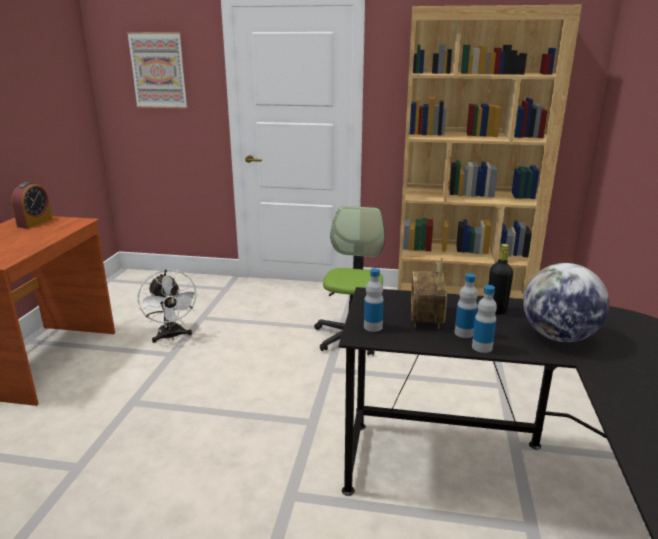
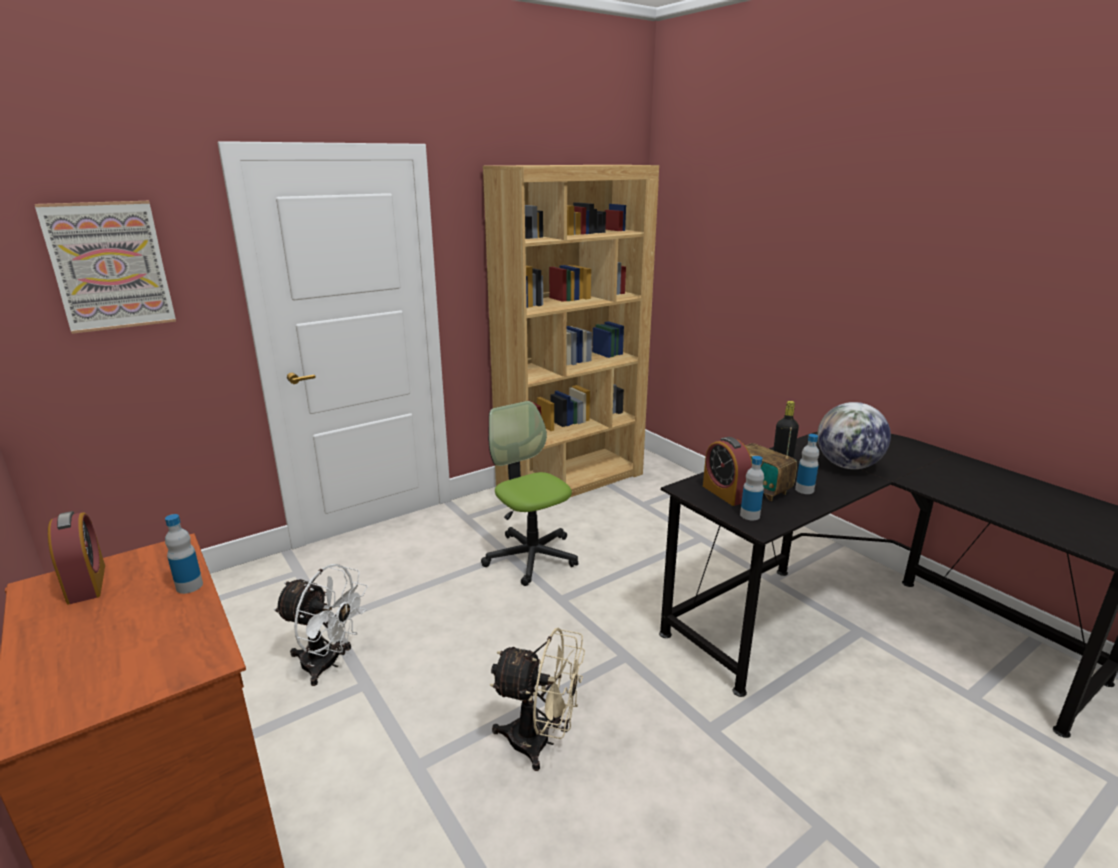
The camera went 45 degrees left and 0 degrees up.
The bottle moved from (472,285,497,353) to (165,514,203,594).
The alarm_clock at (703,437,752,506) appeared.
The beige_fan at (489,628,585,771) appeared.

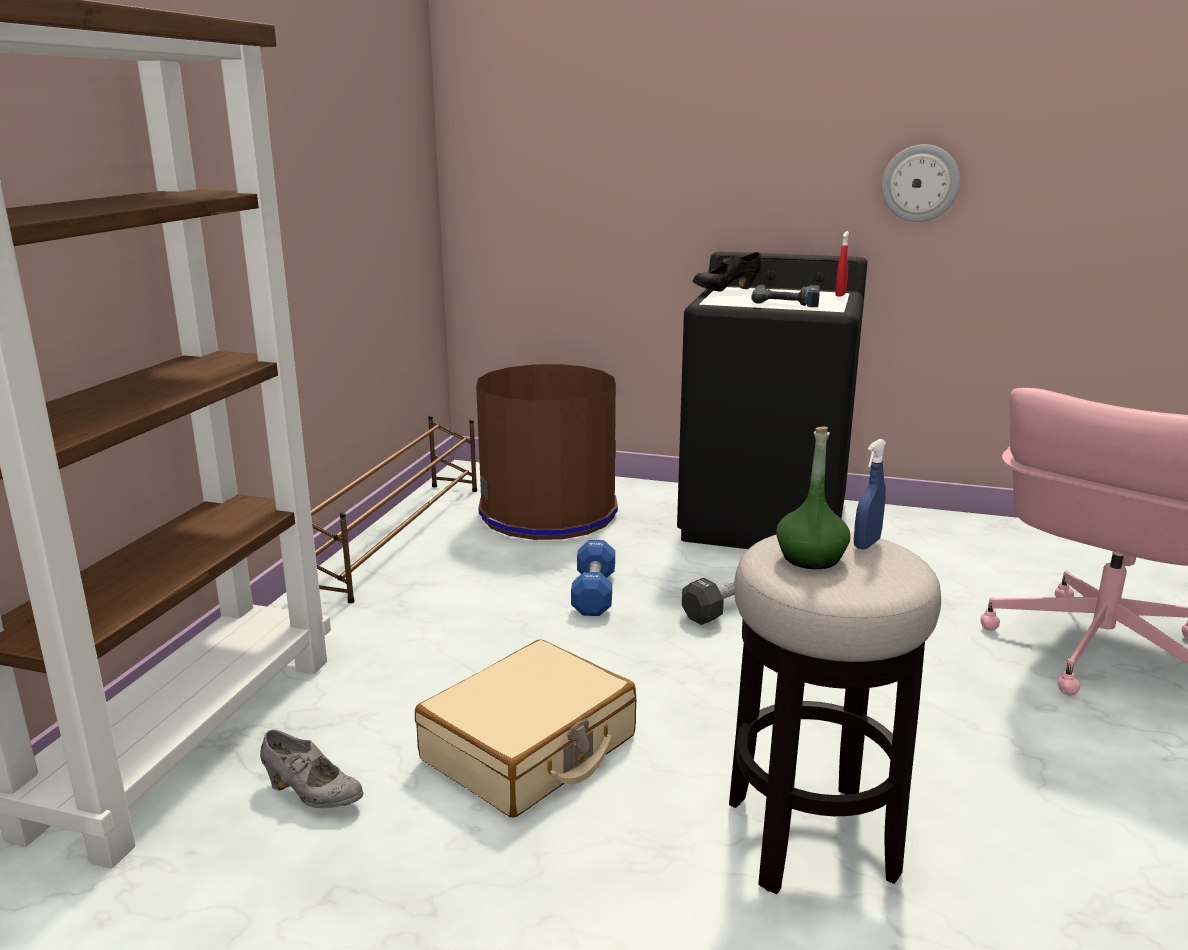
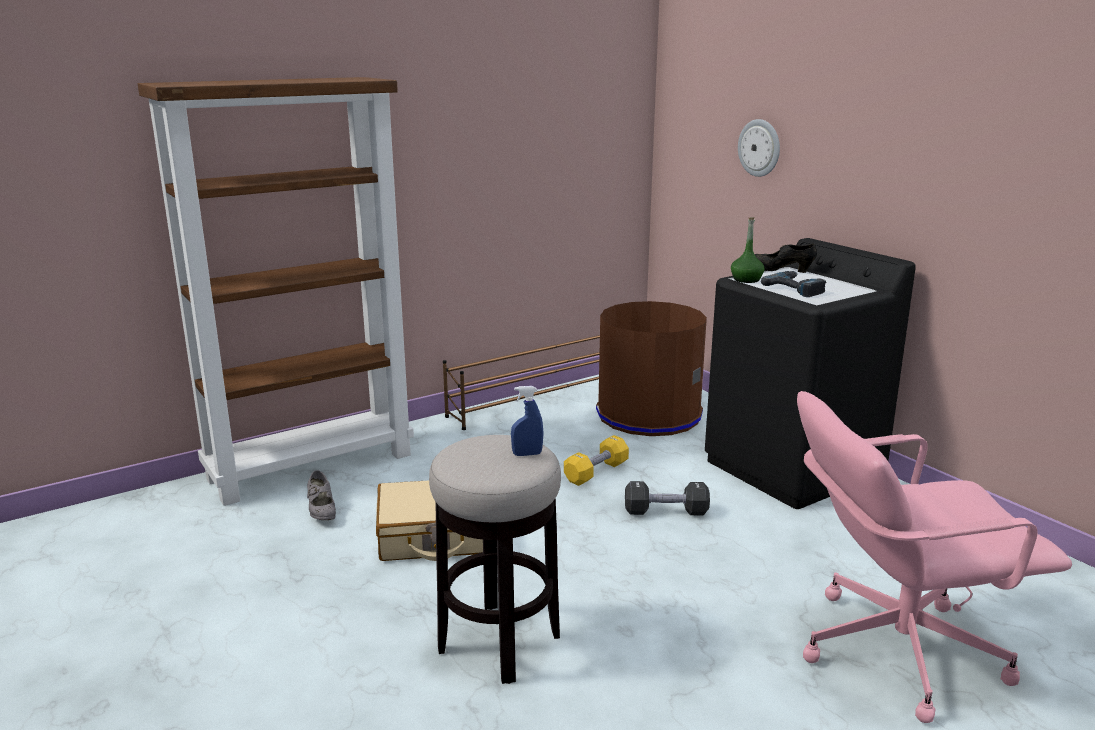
The camera went 40 degrees right and 0 degrees up.
The wall_clock moved from (881,144,960,222) to (738,119,780,177).
The red_spray_bottle at (835,231,849,297) disappeared.
The green_bottle moved from (776,426,850,569) to (731,217,765,283).
The blue_dumbbell at (571,540,615,616) became the yellow_dumbbell at (564,435,629,486).

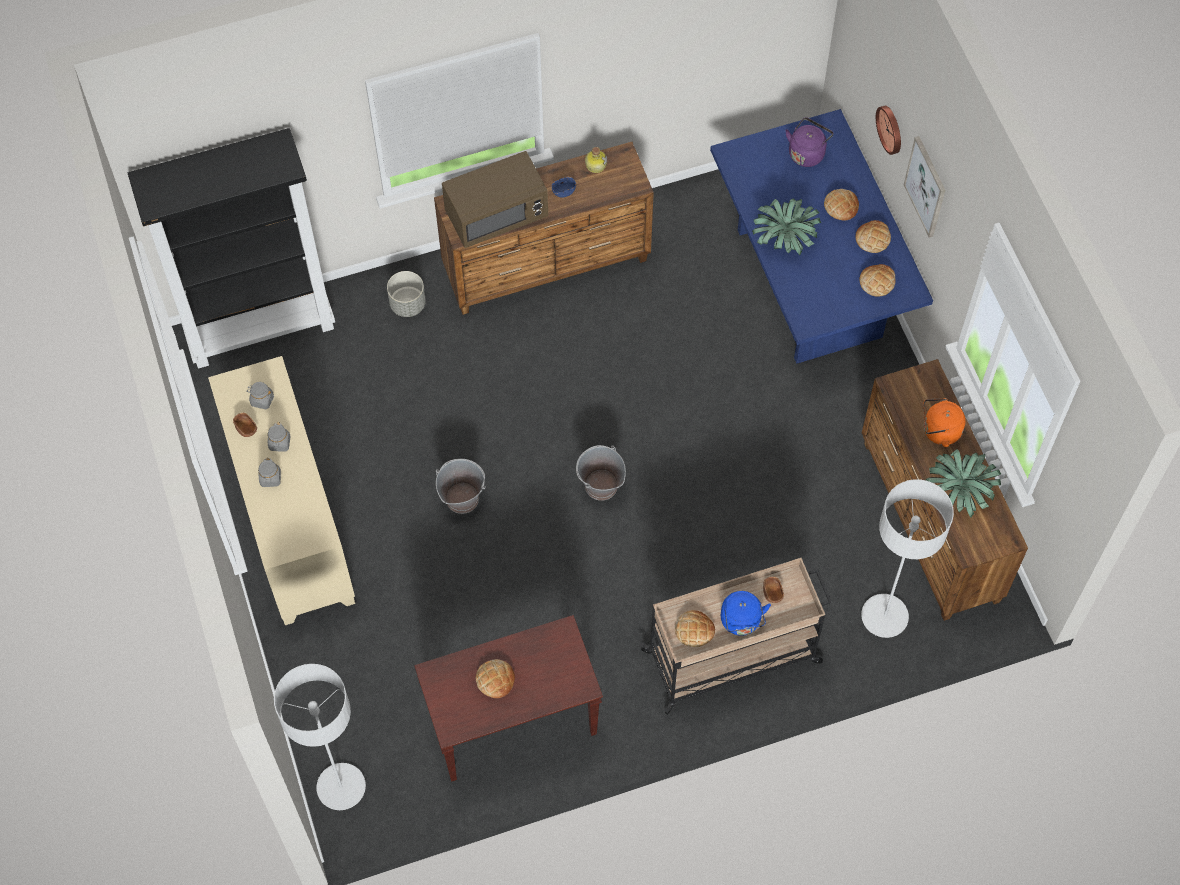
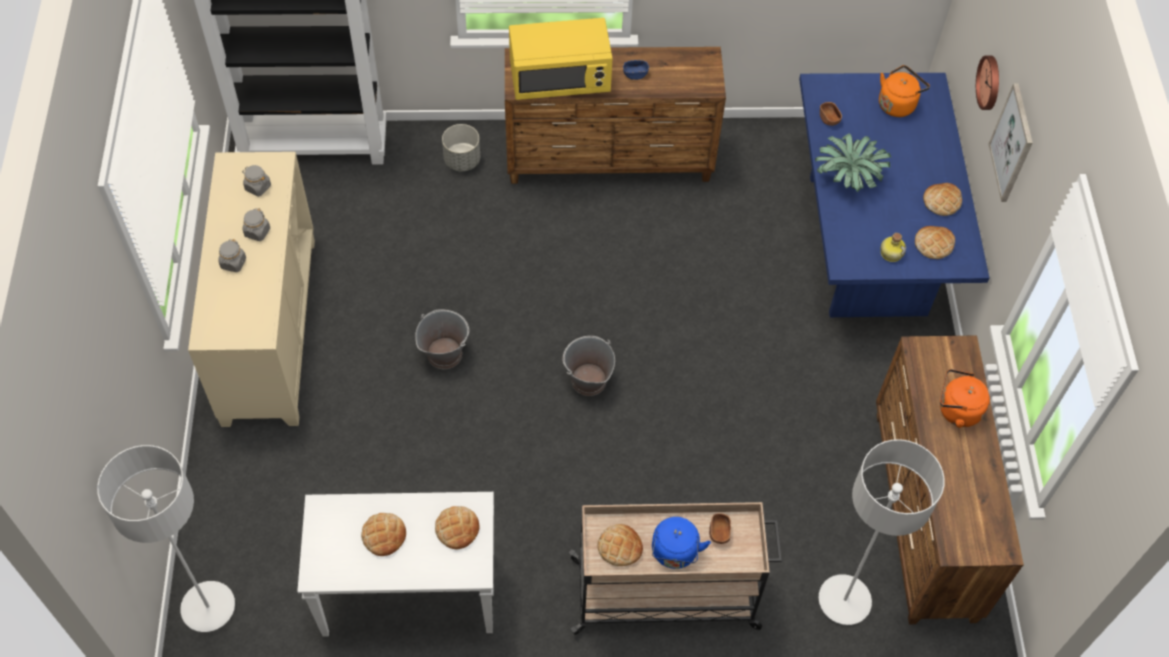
The camera went 15 degrees right and 5 degrees down.
The purple_kettle at (785,117,833,167) became the orange_kettle at (879,65,930,117).
The bottle moved from (585,147,607,173) to (881,233,907,262).
The brown_microwave at (442,151,548,248) became the yellow_microwave at (509,18,613,100).
The bread moved from (824,189,859,220) to (435,506,479,549).
The brown_bowl moved from (233,413,257,437) to (820,102,842,126).
The potted_plant at (926,449,1001,518) disappeared.
The brown_console_table at (414,615,603,782) became the white_console_table at (297,492,494,637).

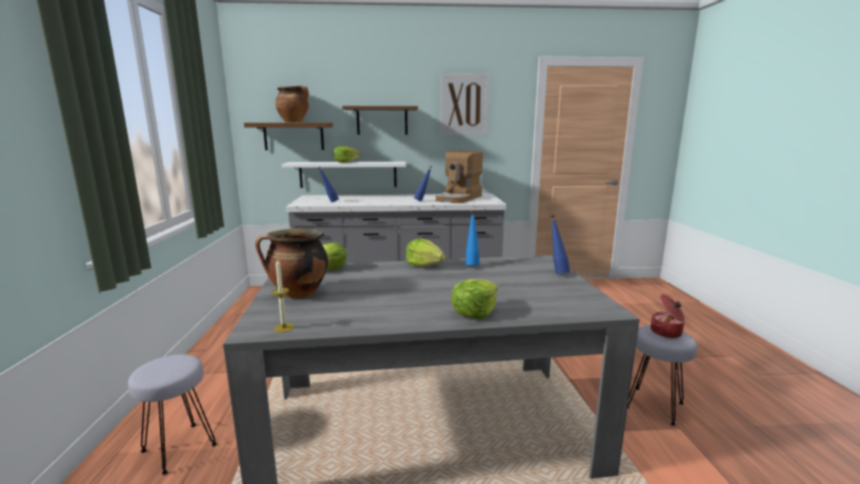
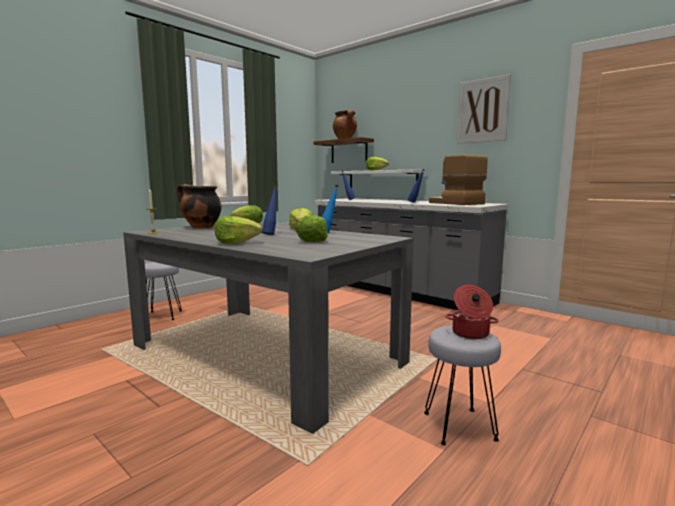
The camera went 45 degrees right and 5 degrees down.
The brown_shelf at (342,106,418,135) disappeared.
The coffee_machine at (436,151,483,203) turned 75 degrees clockwise.
The blue_bottle moved from (551,215,570,274) to (262,185,278,235).
The lettuce at (296,215,328,242) appeared.

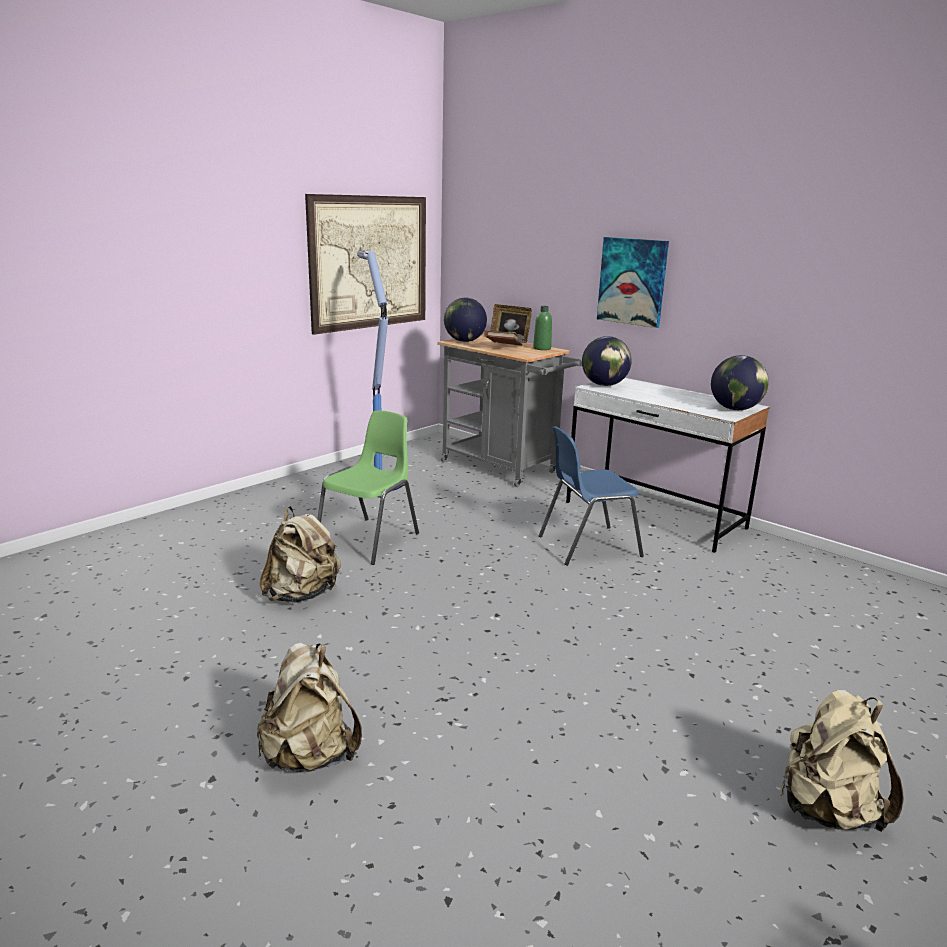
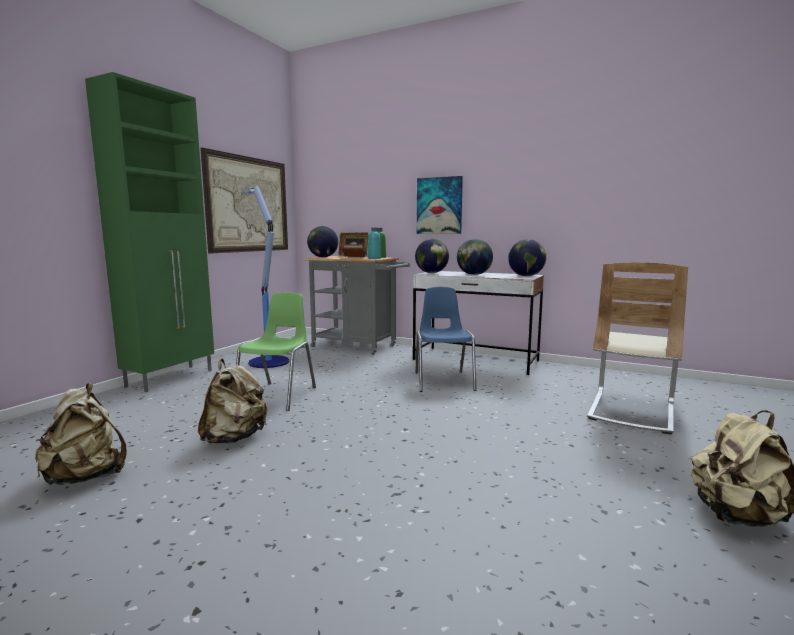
The camera went 15 degrees left and 10 degrees down.
The blue_chair at (539,426,644,566) turned 120 degrees clockwise.
The beige_backpack moved from (257,643,362,773) to (35,383,127,485).
The green_cabinet at (85,72,214,392) appeared.
The turquoise_bottle at (368,228,381,259) appeared.
The globe at (457,239,493,275) appeared.
The beige_chair at (587,262,688,435) appeared.

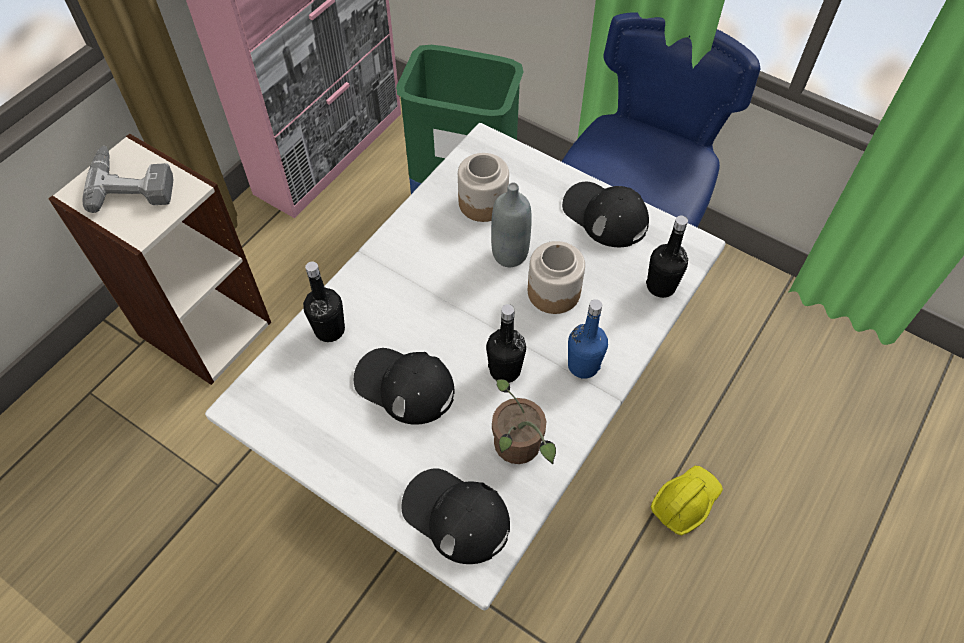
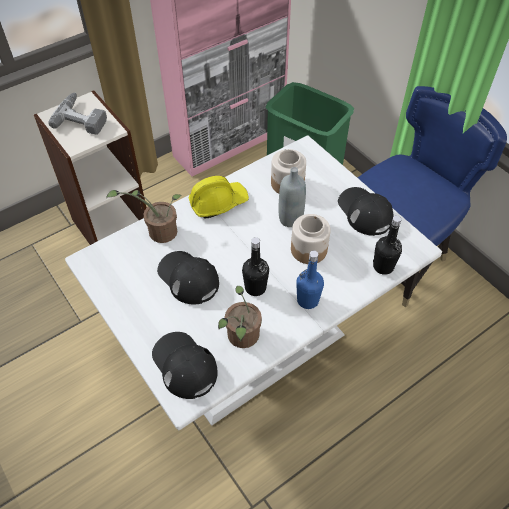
The camera went 20 degrees right and 5 degrees down.
The black_bottle at (303,262,345,342) was replaced by the potted_plant at (106,190,182,243).
The yellow_hard_hat moved from (651,466,723,536) to (189,176,249,218).

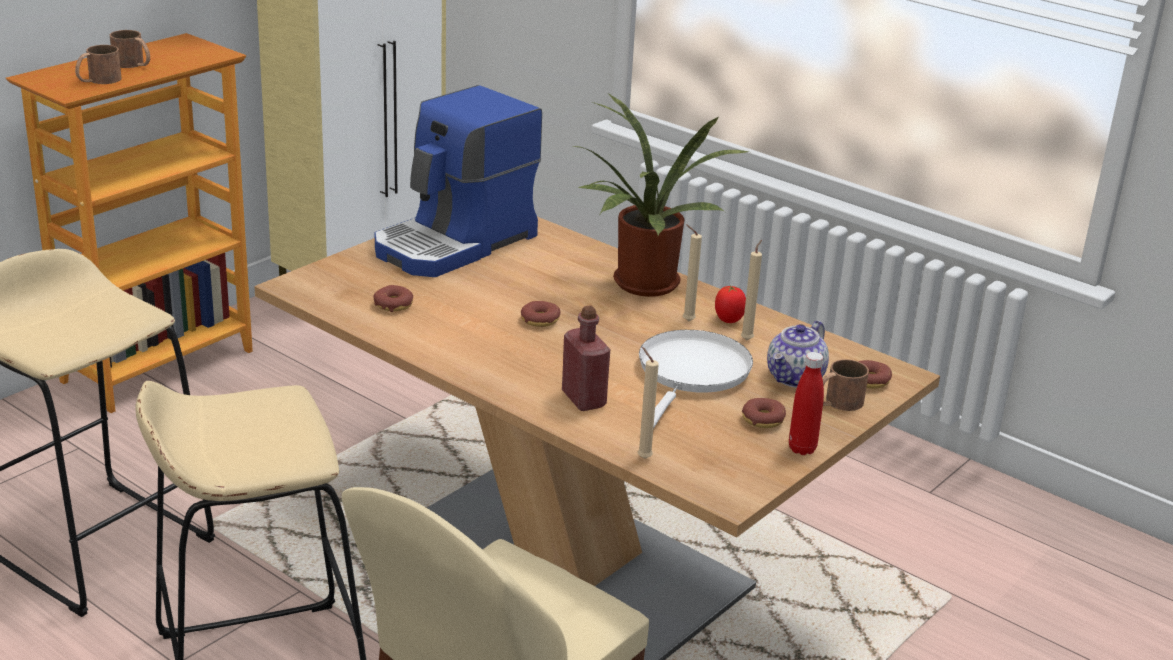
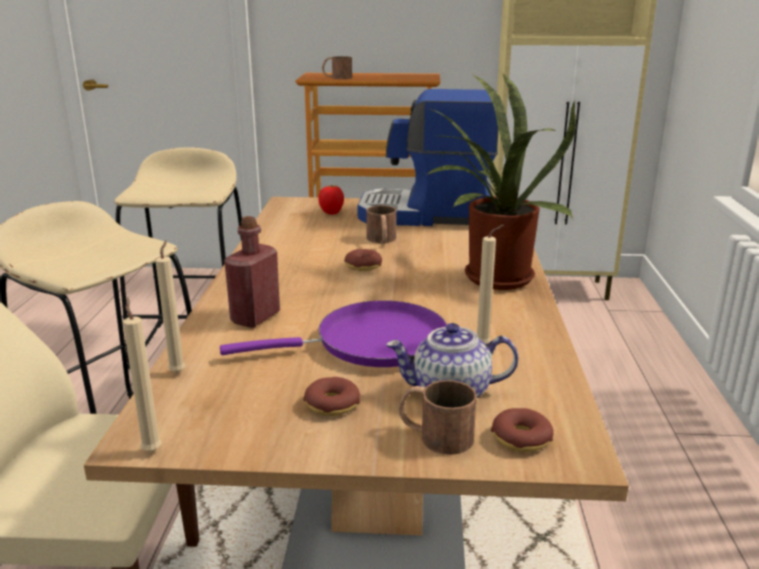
The camera went 55 degrees right and 5 degrees down.
The brown_mug moved from (110,30,150,68) to (366,206,396,244).
The beige_candle moved from (683,224,702,321) to (123,297,162,452).
The donut at (373,285,413,312) disappeared.
The tomato moved from (715,285,746,323) to (318,185,344,214).
The white_frying_pan at (639,330,753,429) became the purple_frying_pan at (220,300,447,367).
The red_bottle at (789,352,824,455) disappeared.

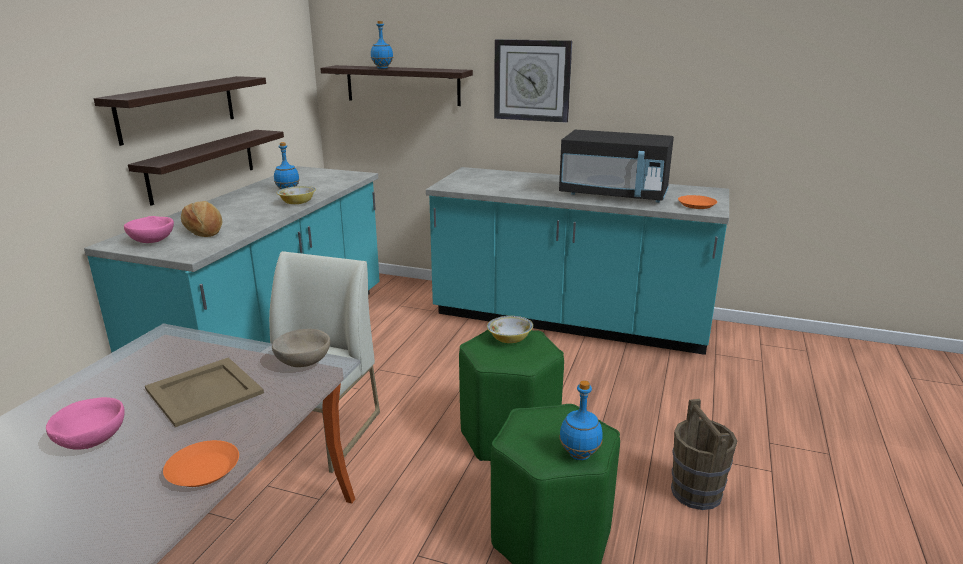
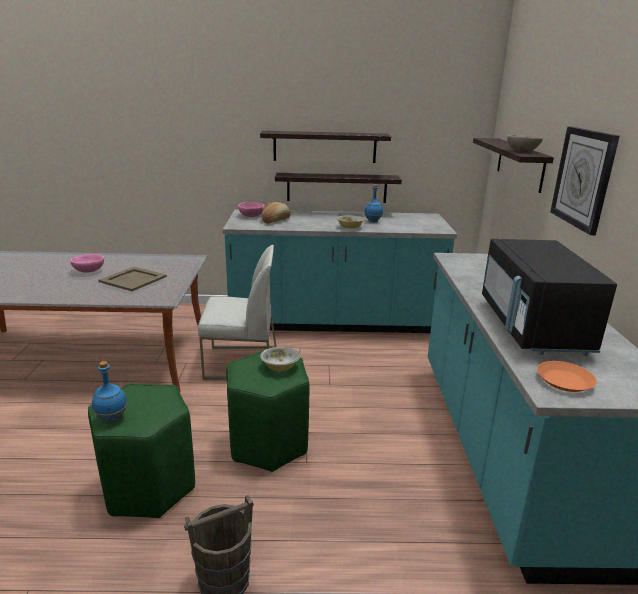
The camera went 70 degrees right and 0 degrees up.
The blue_bottle at (371,21,393,69) disappeared.
The beige_bowl moved from (272,329,330,367) to (507,134,543,151).
The orange_plate at (163,440,239,487) disappeared.

